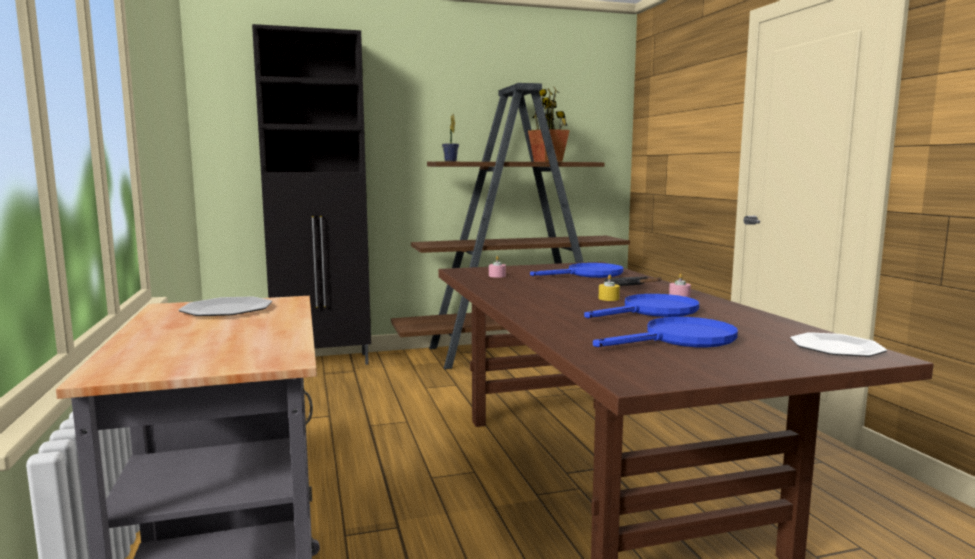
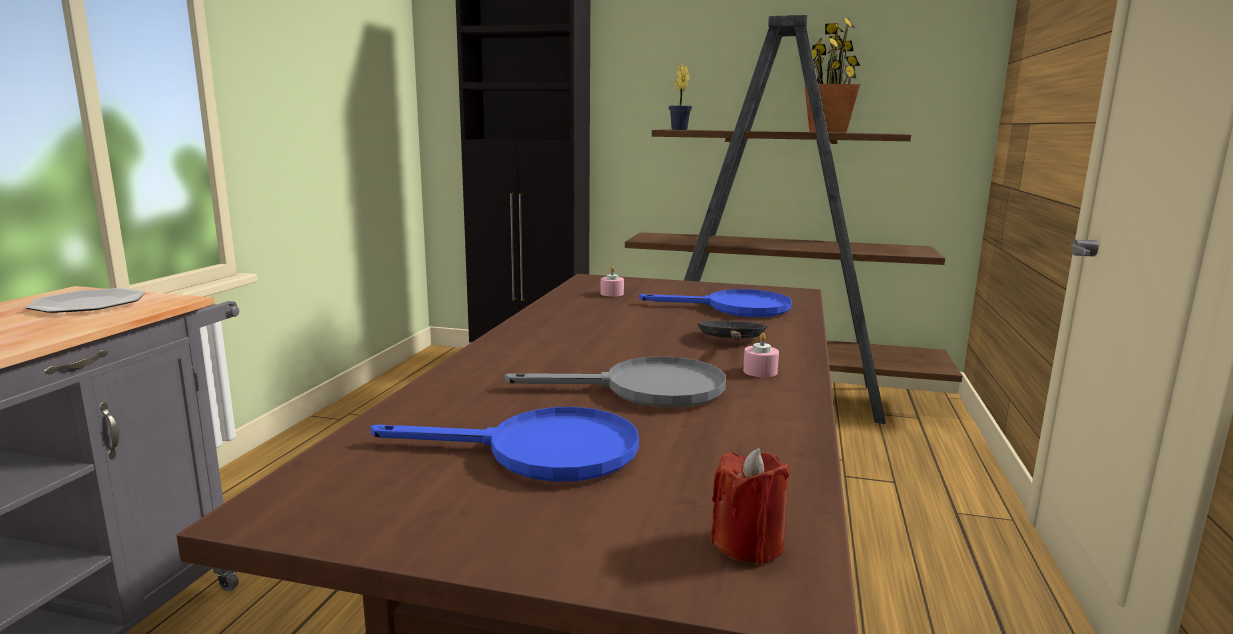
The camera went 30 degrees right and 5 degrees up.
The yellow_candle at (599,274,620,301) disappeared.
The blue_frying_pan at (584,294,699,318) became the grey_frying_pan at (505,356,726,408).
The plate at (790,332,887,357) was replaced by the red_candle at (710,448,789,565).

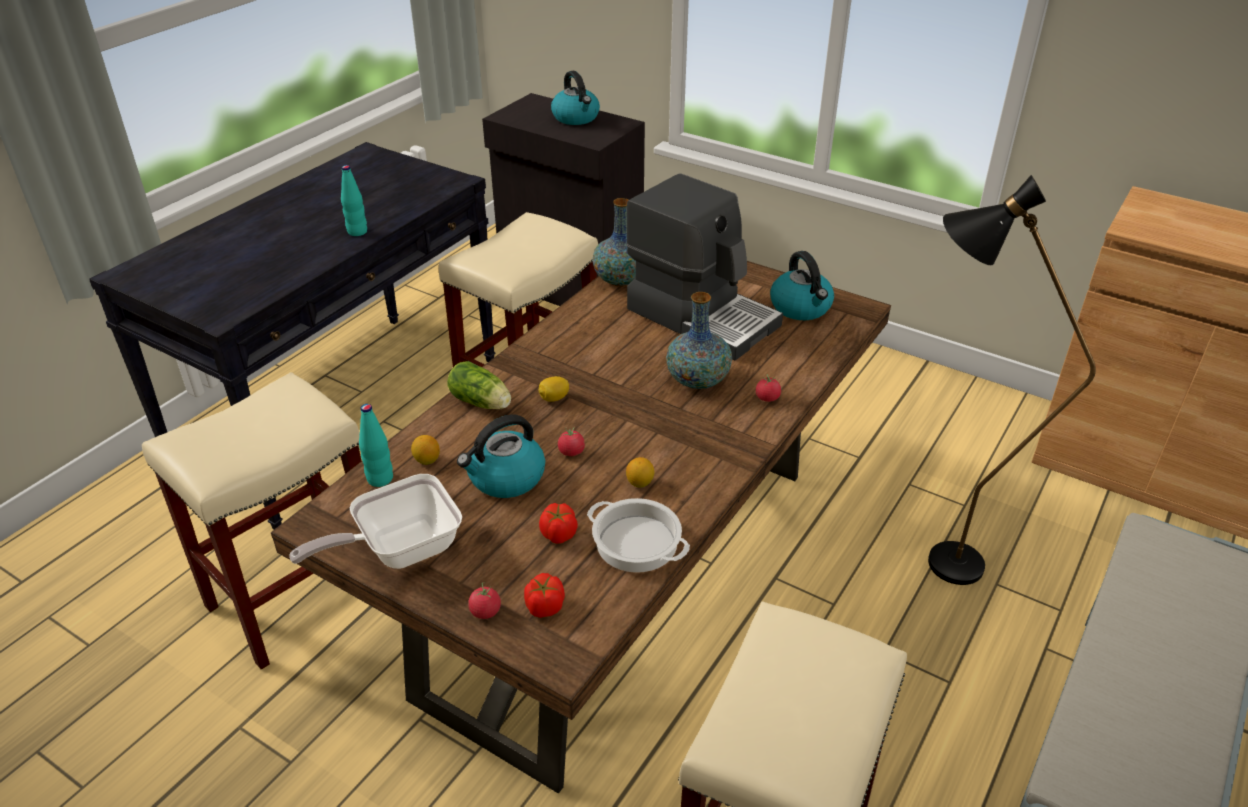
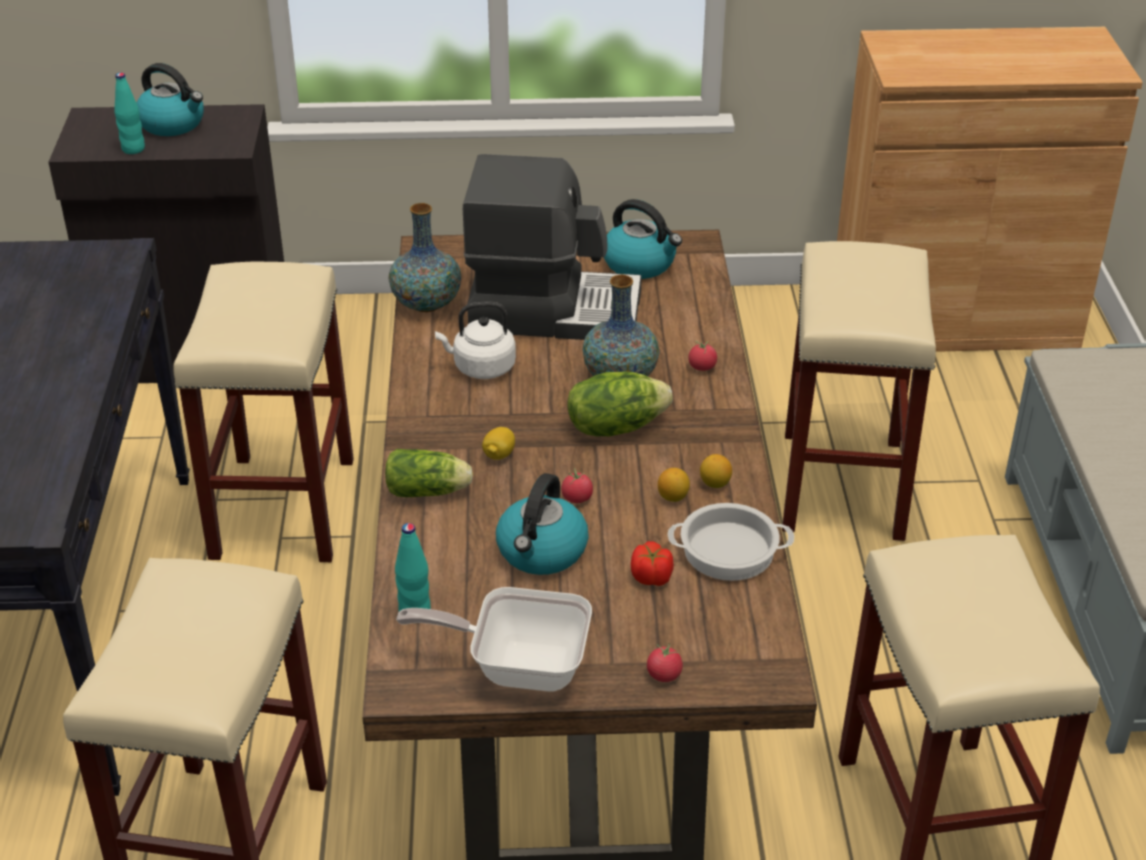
The camera went 35 degrees left and 0 degrees up.
The turquoise_bottle moved from (341,165,367,236) to (114,73,145,154).
The black_floor_lamp at (928,175,1096,585) was replaced by the beige_stool at (782,241,936,541).
The lemon moved from (411,435,440,465) to (700,454,732,488).
The frying_pan at (289,474,462,569) turned 75 degrees clockwise.
The tomato at (524,573,565,618) disappeared.
The white_kettle at (435,302,516,379) appeared.
The lettuce at (567,371,673,436) appeared.

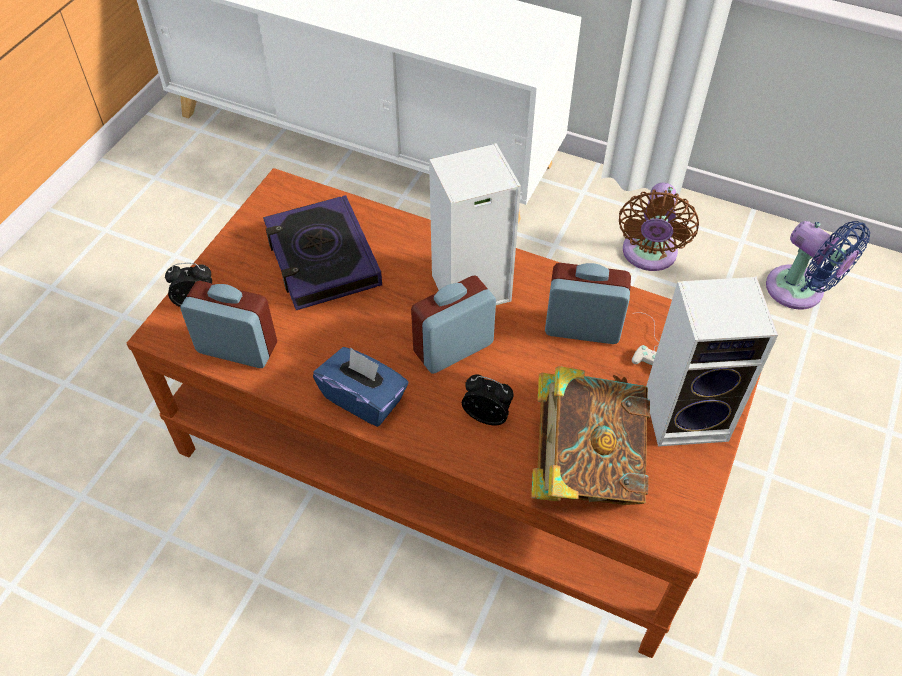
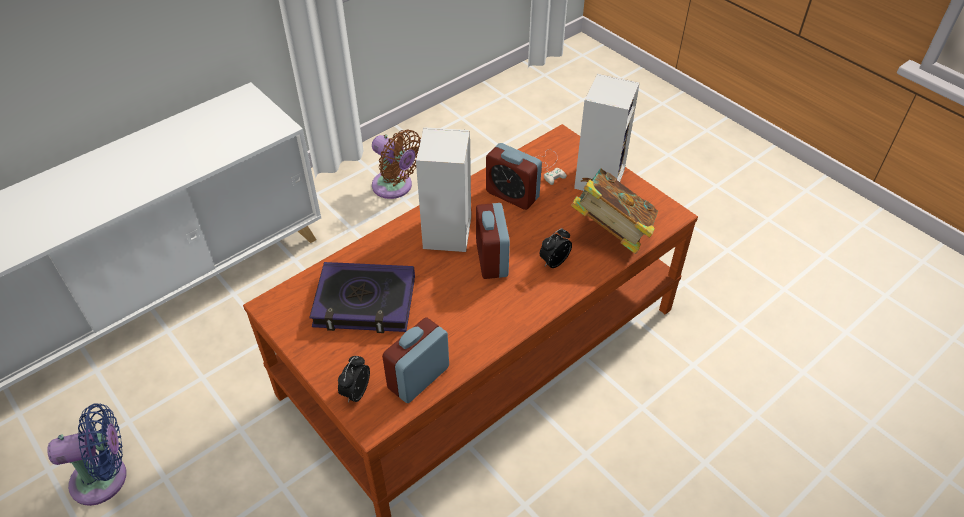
The camera went 65 degrees left and 5 degrees down.
The blue_fan moved from (766,221,870,309) to (47,403,126,506).
The alarm_clock at (545,263,631,344) turned 90 degrees counterclockwise.
The blue_tissue_box at (313,347,408,427) disappeared.

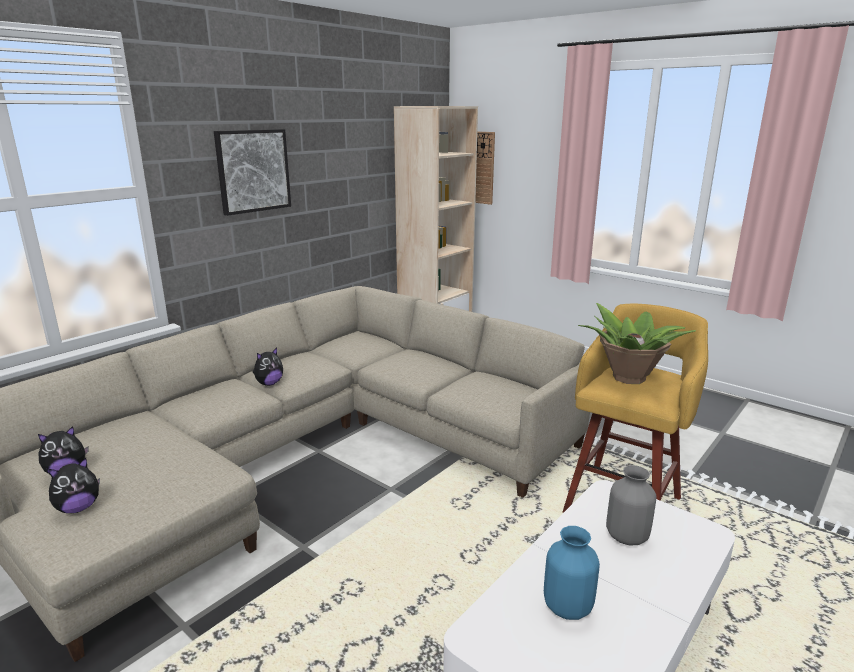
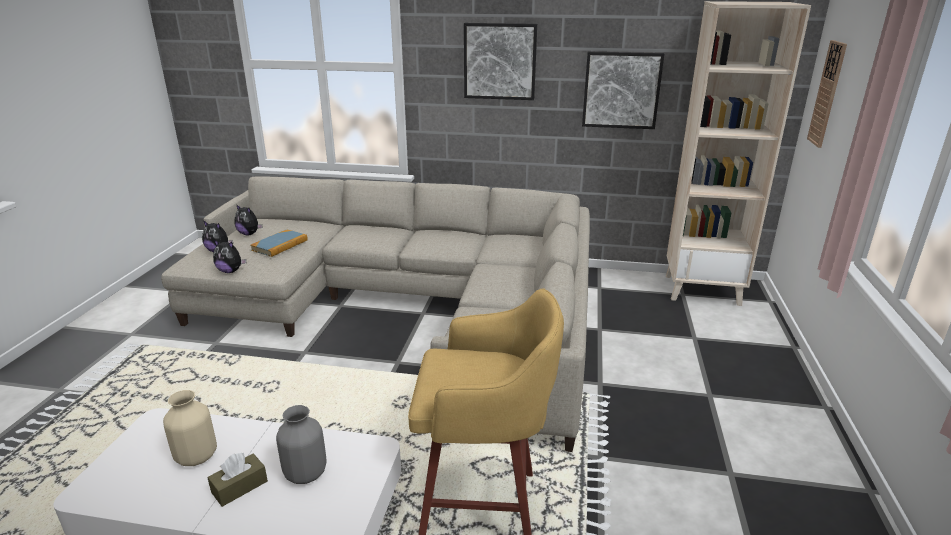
The camera went 60 degrees right and 5 degrees up.
The potted_plant at (578,303,696,384) disappeared.
The plush_toy moved from (252,348,283,386) to (213,240,246,273).
The blue_vase at (544,526,600,620) became the beige_vase at (163,390,217,466).
The picture at (582,52,664,129) appeared.
The book at (250,229,308,257) appeared.
The brown_tissue_box at (207,452,268,507) appeared.

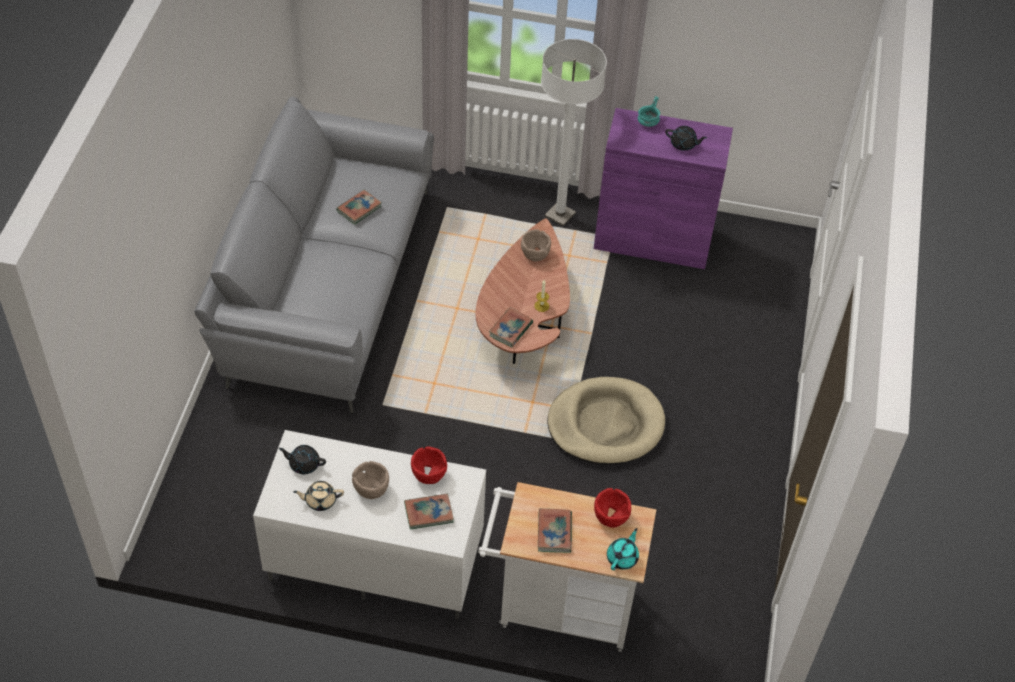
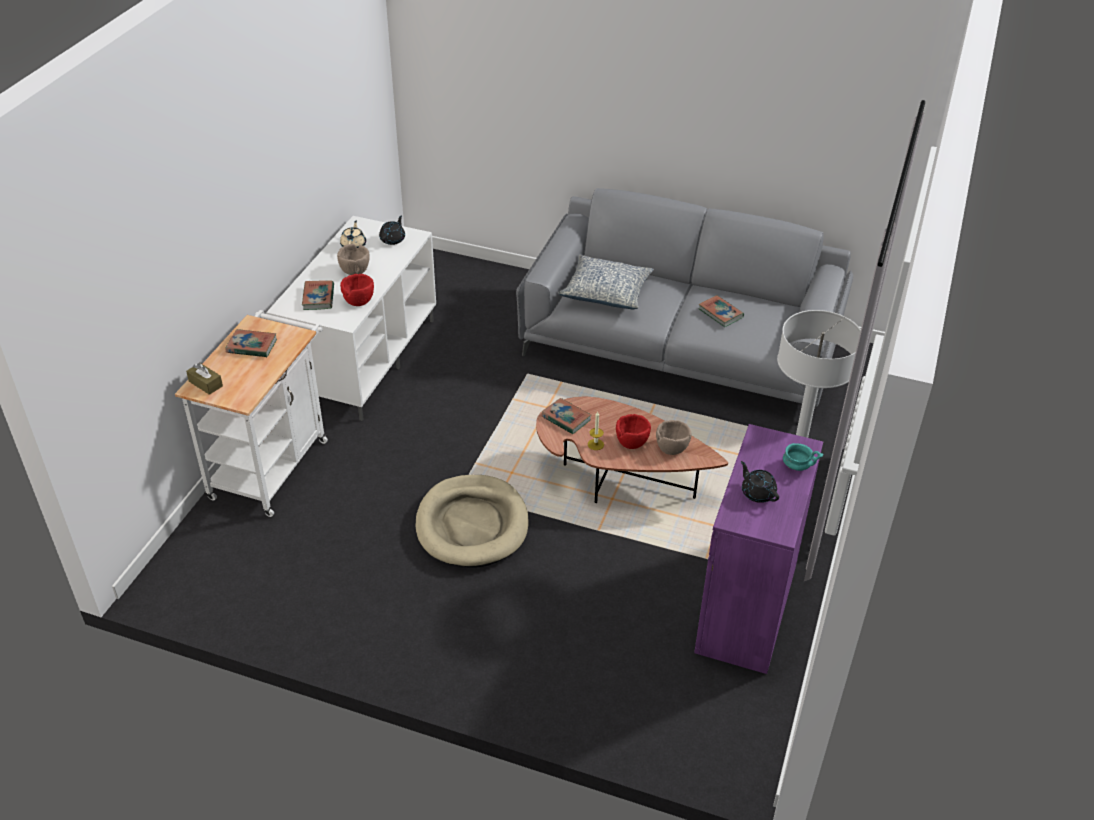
The camera went 100 degrees right and 10 degrees down.
The black_teapot at (665,126,707,151) turned 120 degrees clockwise.
The red_bowl moved from (594,488,631,528) to (616,414,651,449).
The turquoise_teapot at (607,528,639,570) was replaced by the brown_tissue_box at (186,363,223,395).
The pillow at (559,255,654,310) appeared.

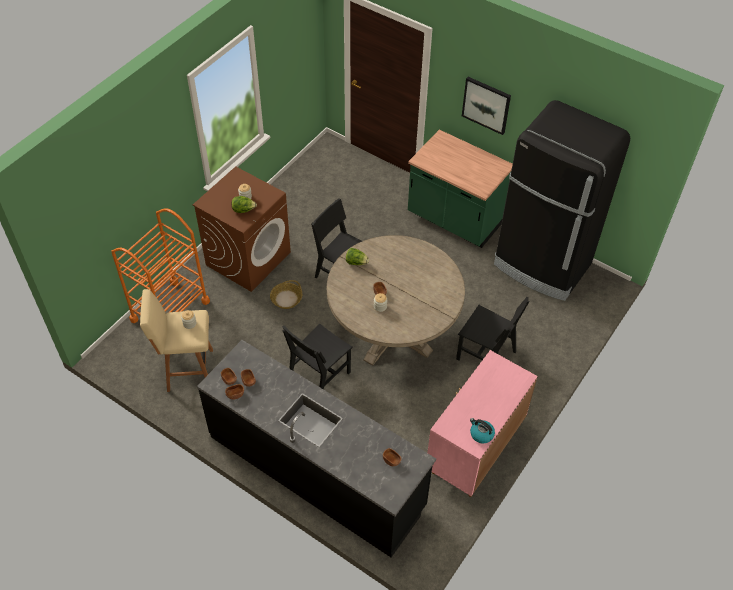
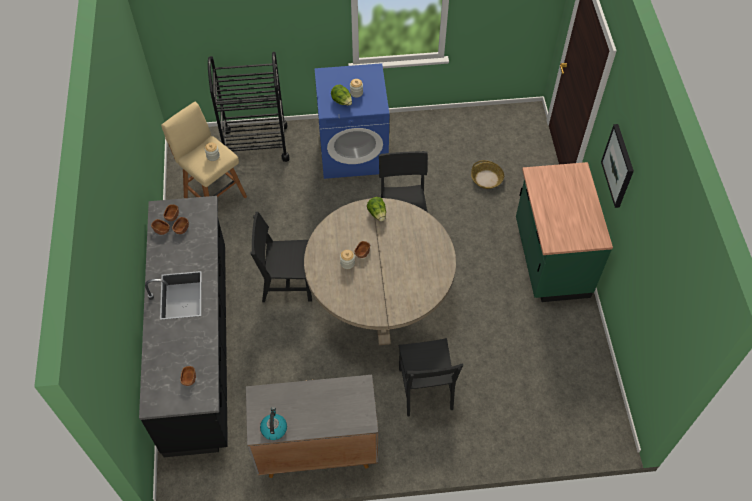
The camera went 50 degrees right and 5 degrees up.
The black_fridge at (494,100,630,301) disappeared.
The brown_washing_machine at (193,166,291,292) became the blue_washing_machine at (314,63,389,179).
The orange_cart at (111,208,210,323) became the black_cart at (208,52,290,162).
The basket moved from (270,280,302,309) to (471,160,504,189).
The pink_cabinet at (427,350,538,497) became the grey_cabinet at (246,375,378,478).

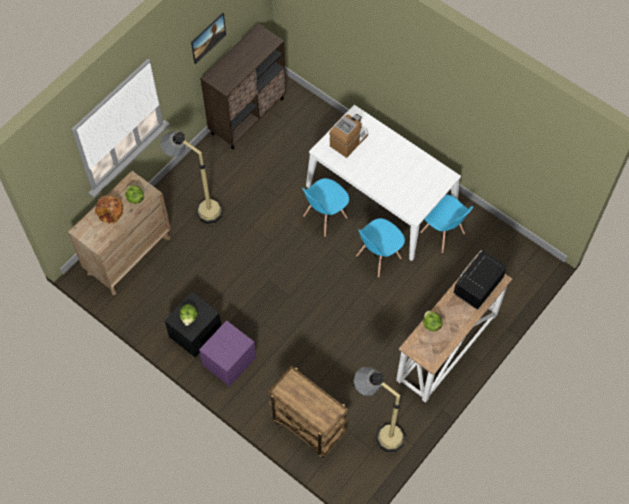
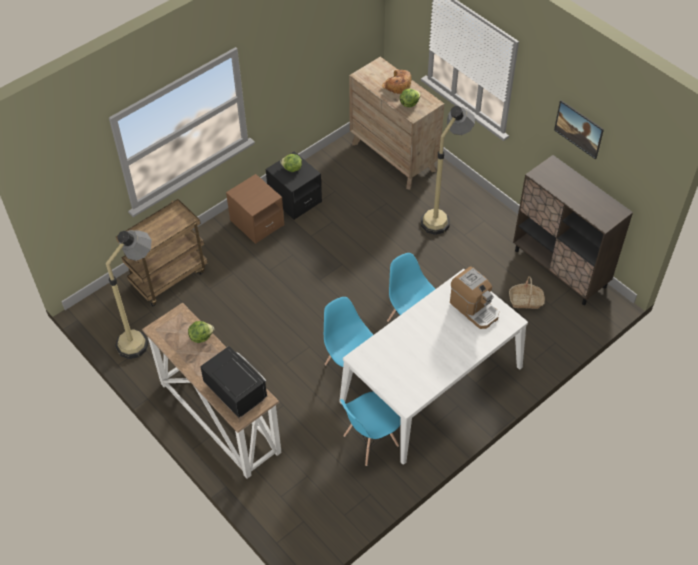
The camera went 100 degrees right and 10 degrees down.
The purple_nightstand at (199,320,256,387) became the brown_nightstand at (226,174,284,244).
The basket at (509,276,545,309) appeared.

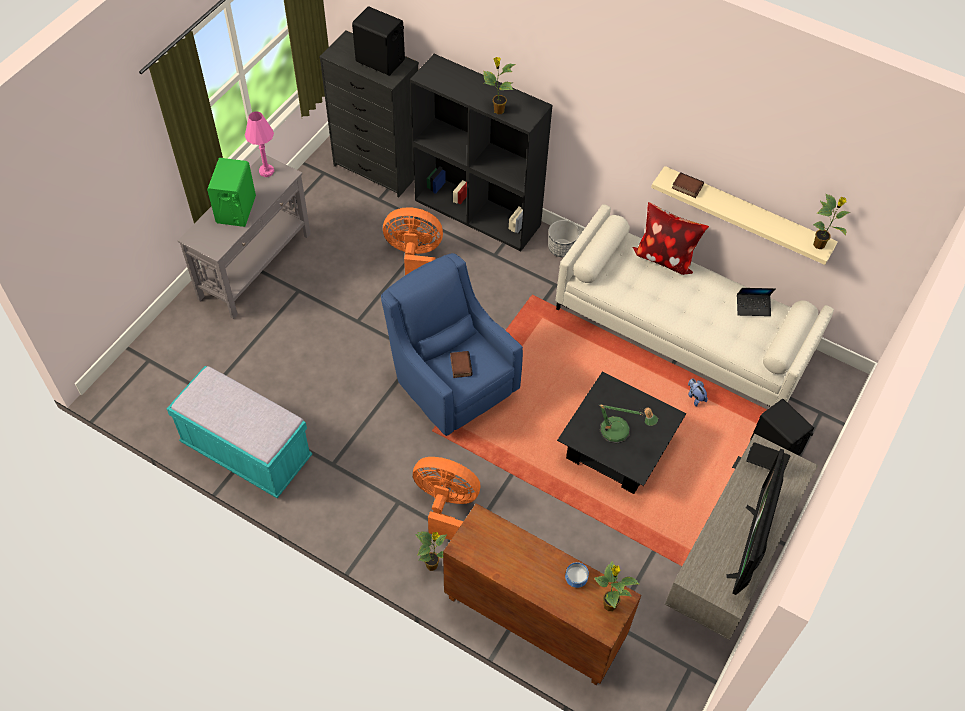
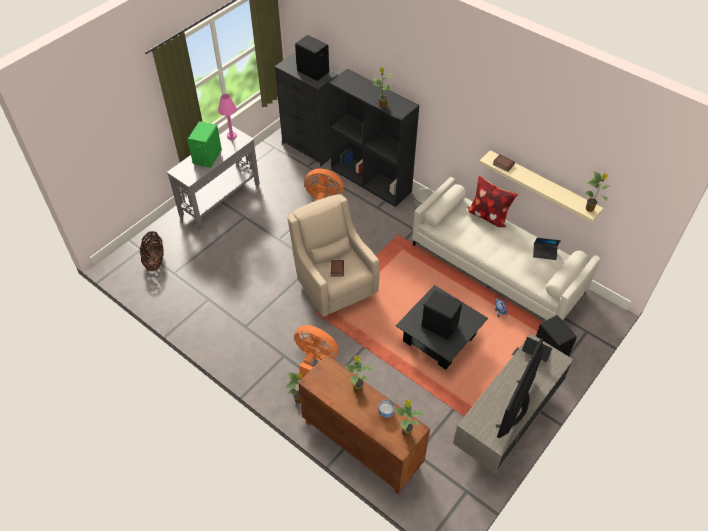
The camera went 10 degrees right and 5 degrees down.
The blue_armchair at (381,253,523,436) became the beige_armchair at (287,194,380,317).
The turquoise_bench at (167,366,312,498) disappeared.
The table_lamp at (598,404,658,444) was replaced by the black_speaker at (421,290,462,340).
The basket at (140,231,164,271) appeared.
The potted_plant at (344,355,373,393) appeared.

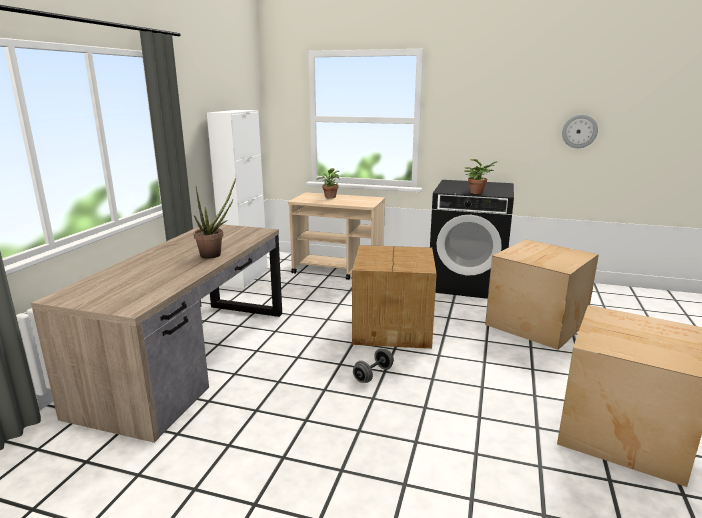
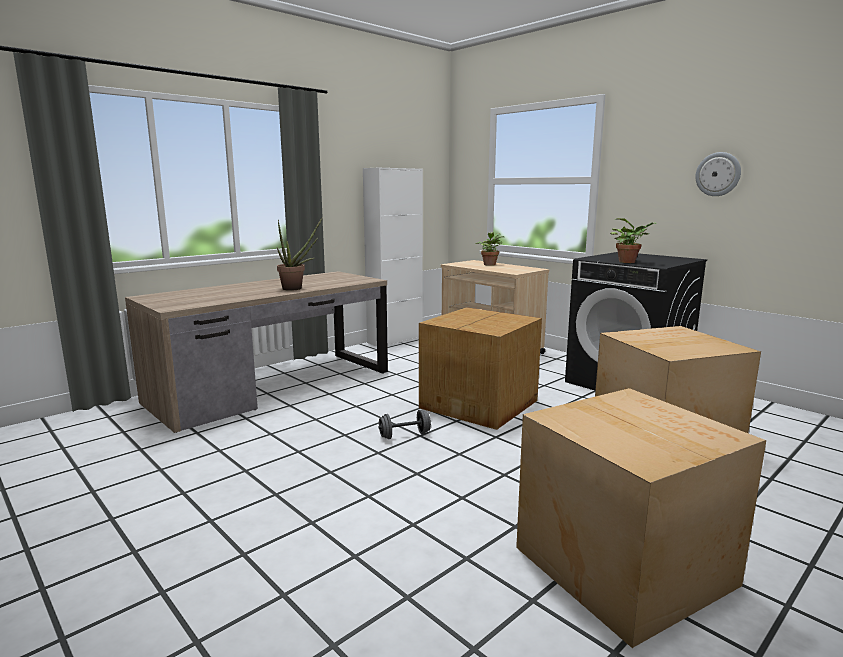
The camera went 30 degrees right and 5 degrees down.
The wall_clock moved from (562,115,598,148) to (695,152,741,196).

